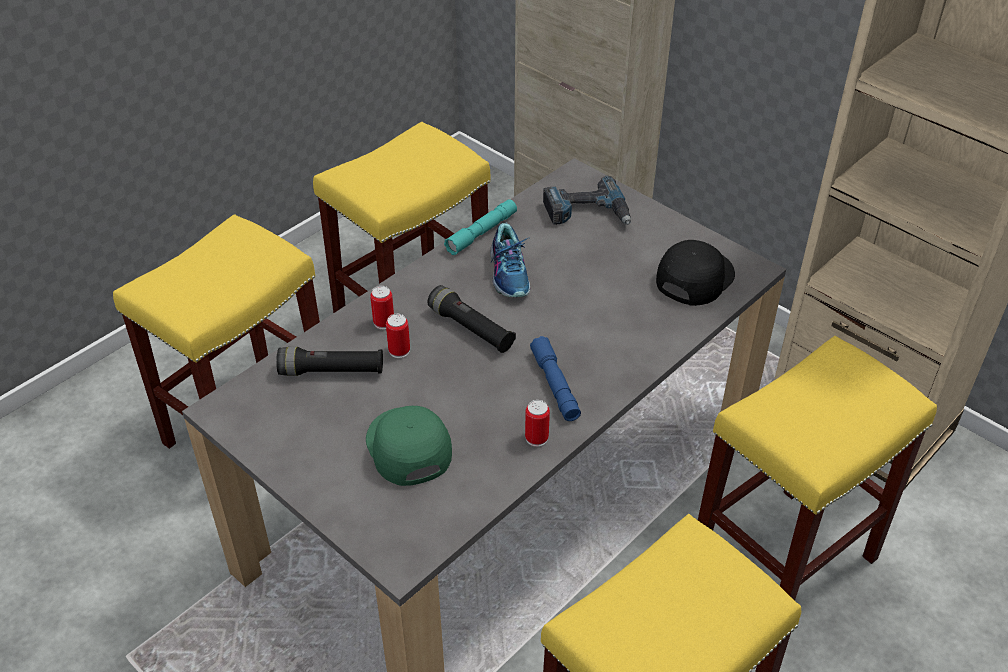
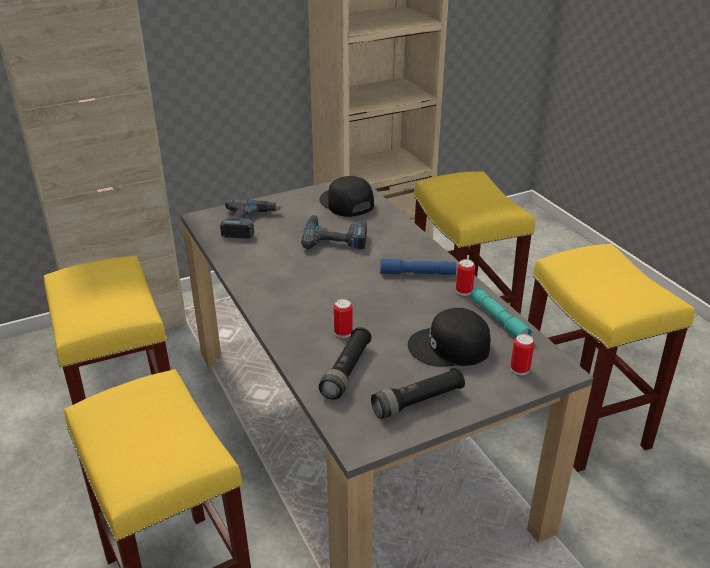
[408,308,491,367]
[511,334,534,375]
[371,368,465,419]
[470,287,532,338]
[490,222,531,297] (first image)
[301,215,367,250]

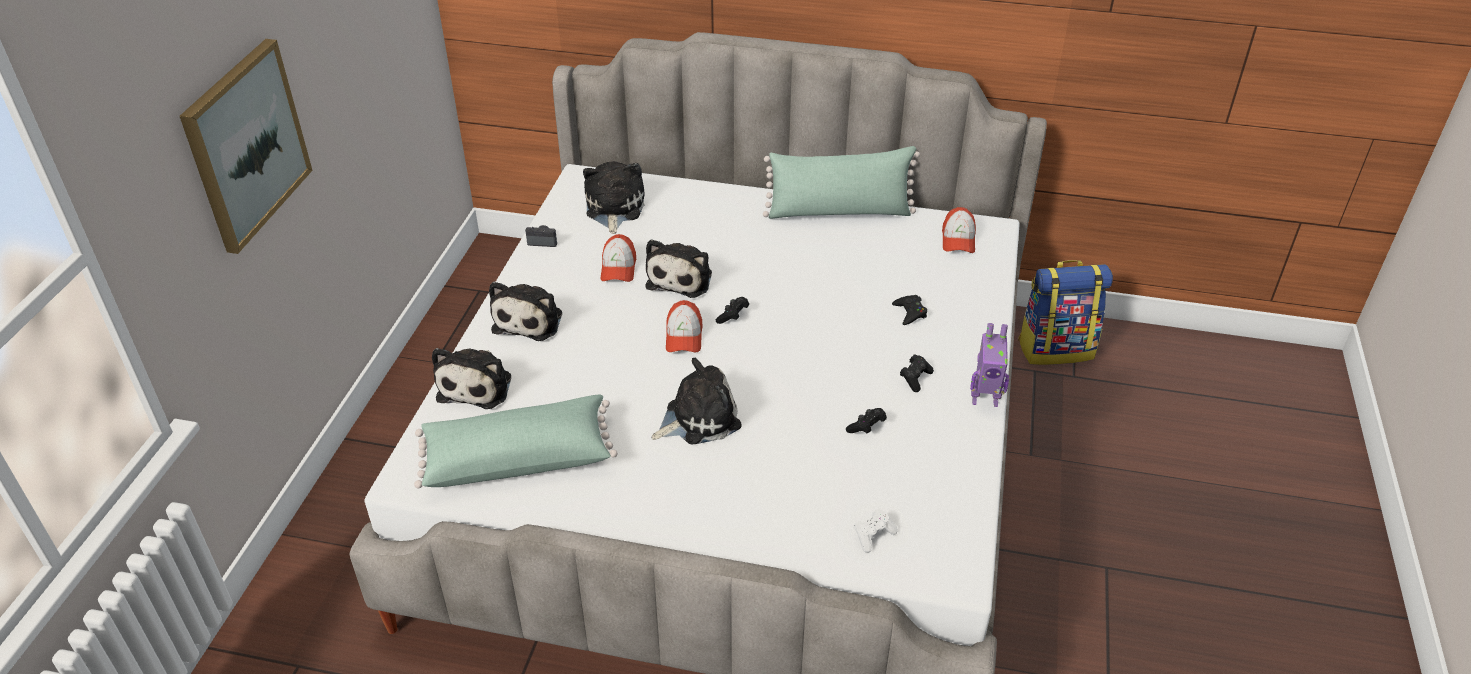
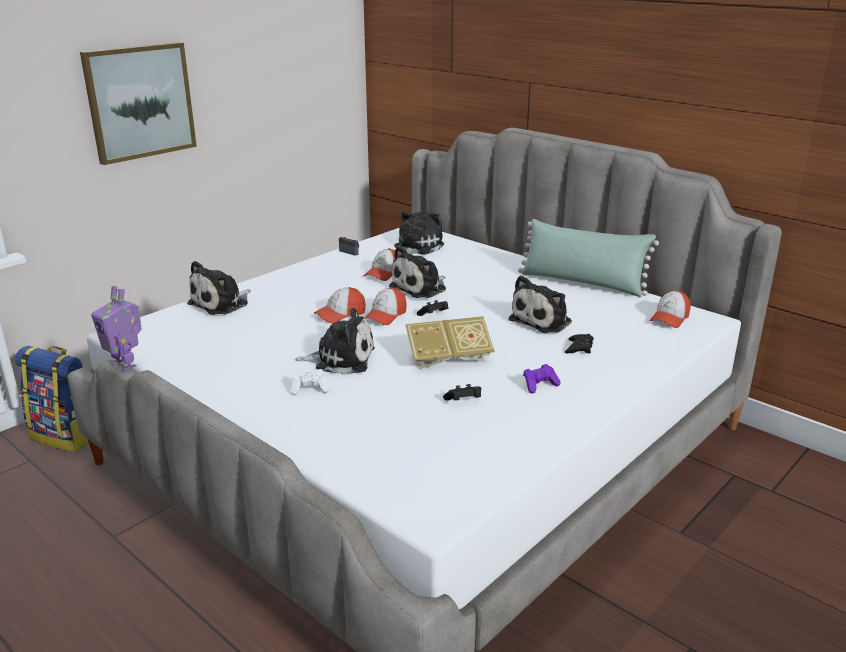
[414,395,618,489] (first image)
[509,275,572,333]
[291,369,329,395]
[523,364,561,393]
[91,286,142,372]
[15,346,89,452]
[314,287,366,323]
[405,316,495,369]

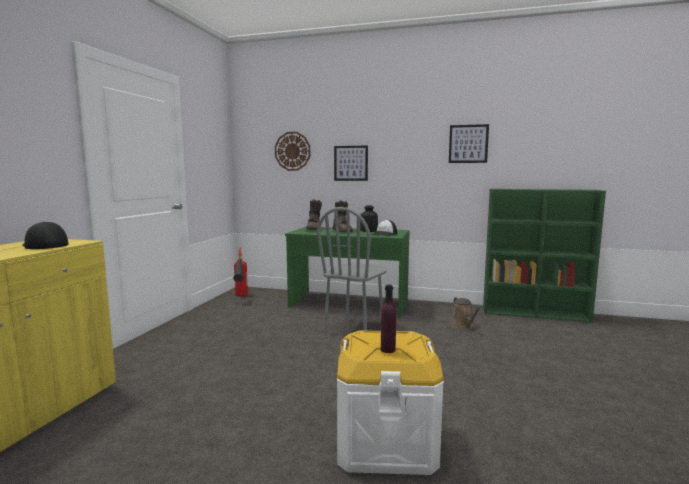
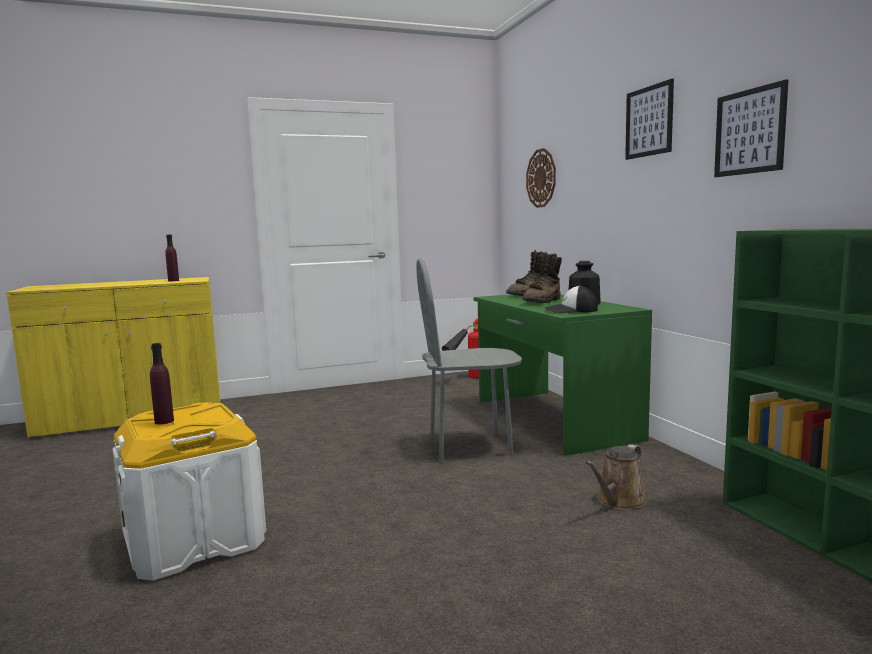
[165,235,179,281]
[625,79,674,160]

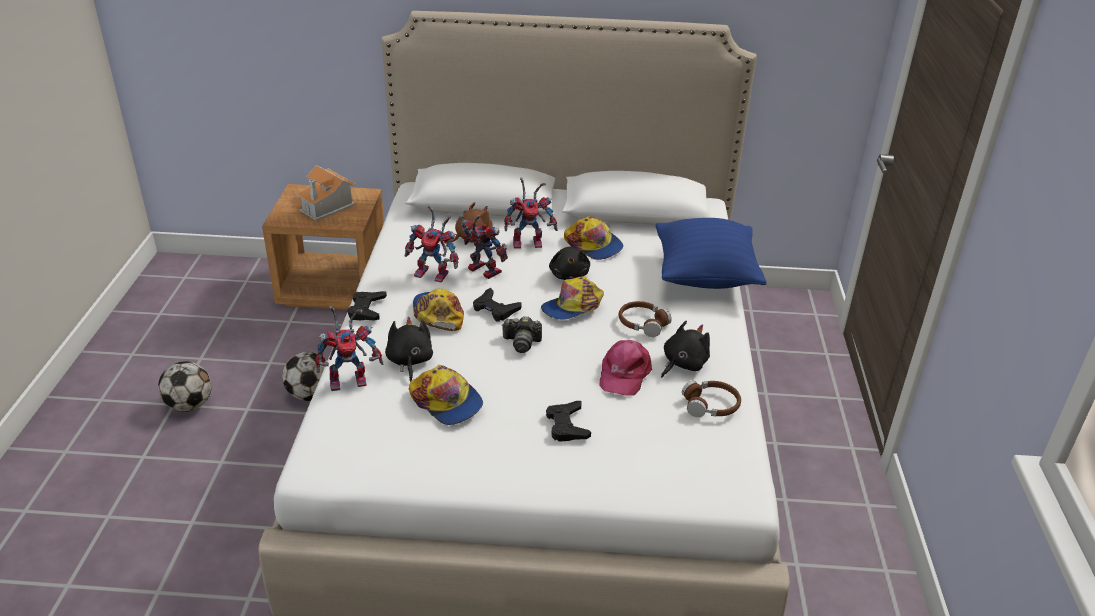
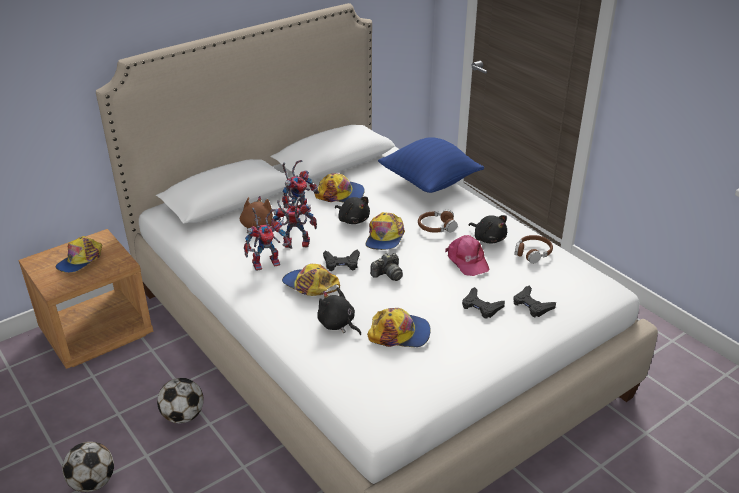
[56,236,102,273]
[315,306,384,391] (first image)
[513,285,556,317]
[469,215,507,244]

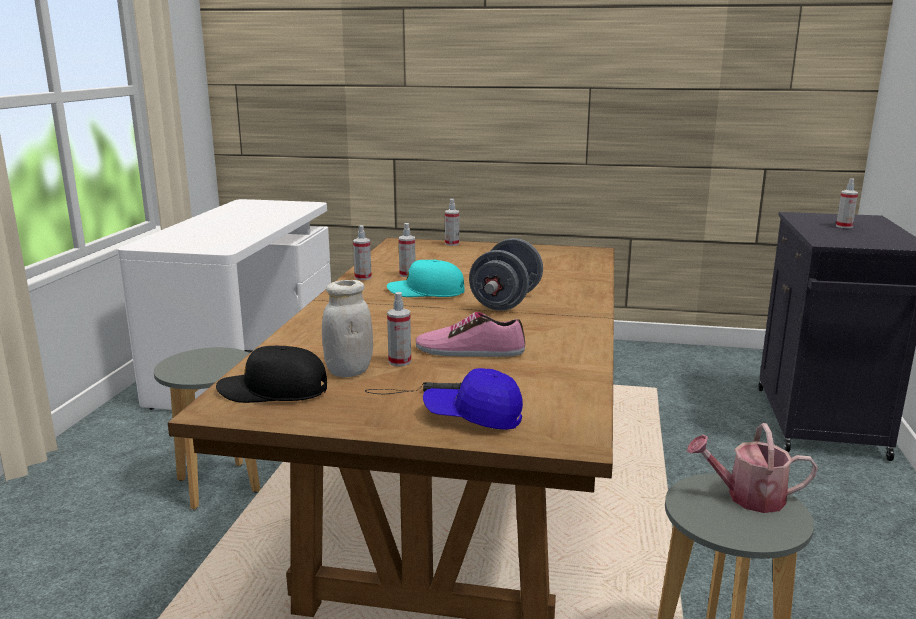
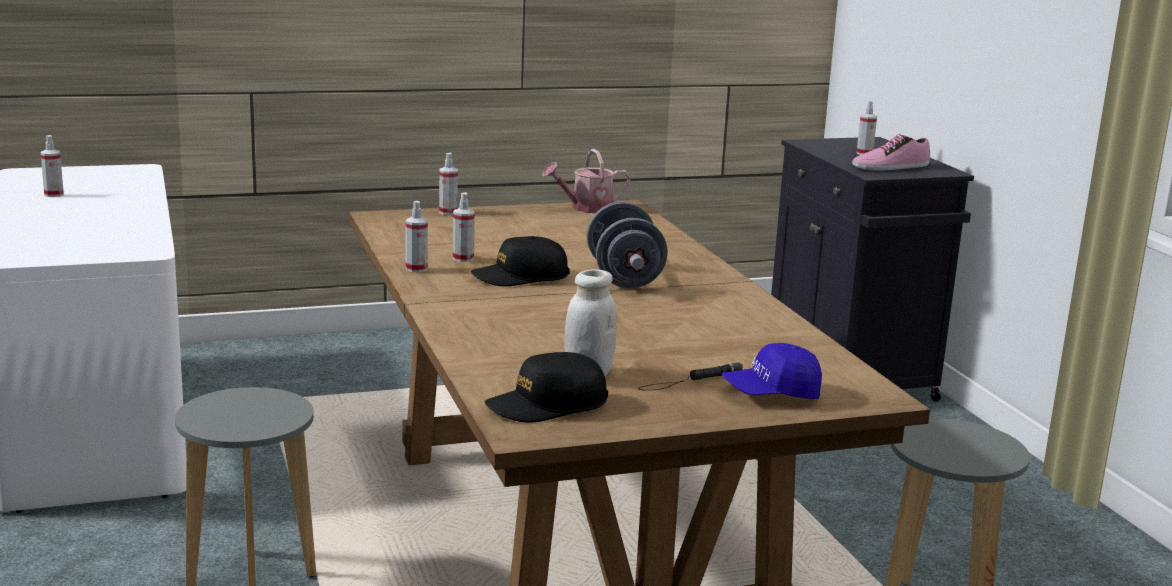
[471,236,570,286]
[41,135,64,197]
[852,134,930,171]
[542,149,631,213]

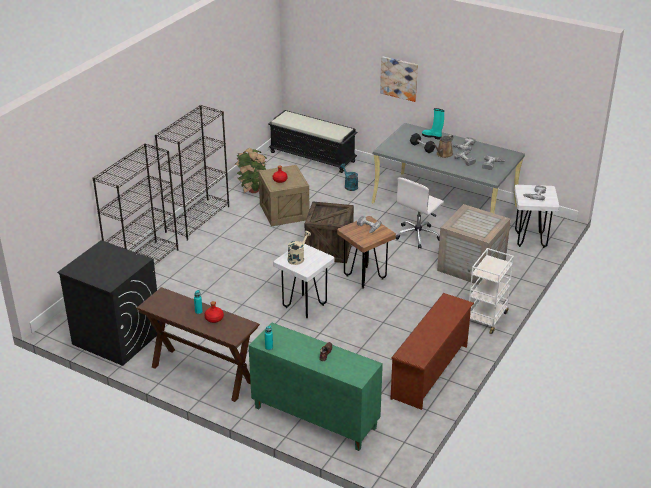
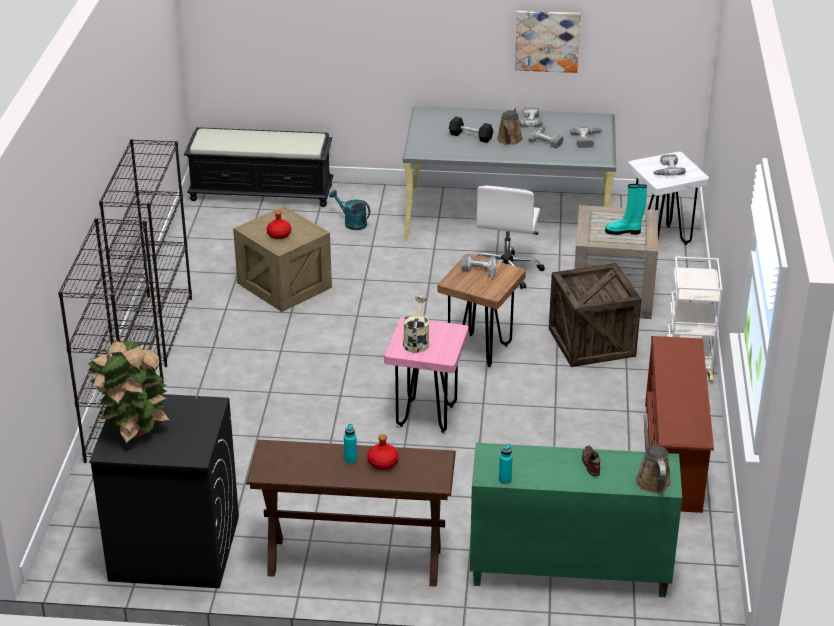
[88,341,171,444]
[384,317,469,433]
[549,263,641,367]
[515,11,581,73]
[605,184,647,235]
[636,415,671,493]

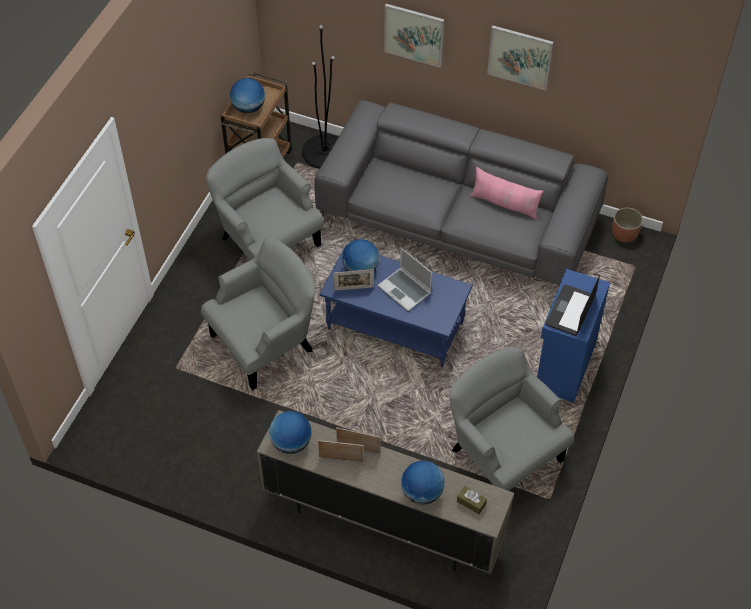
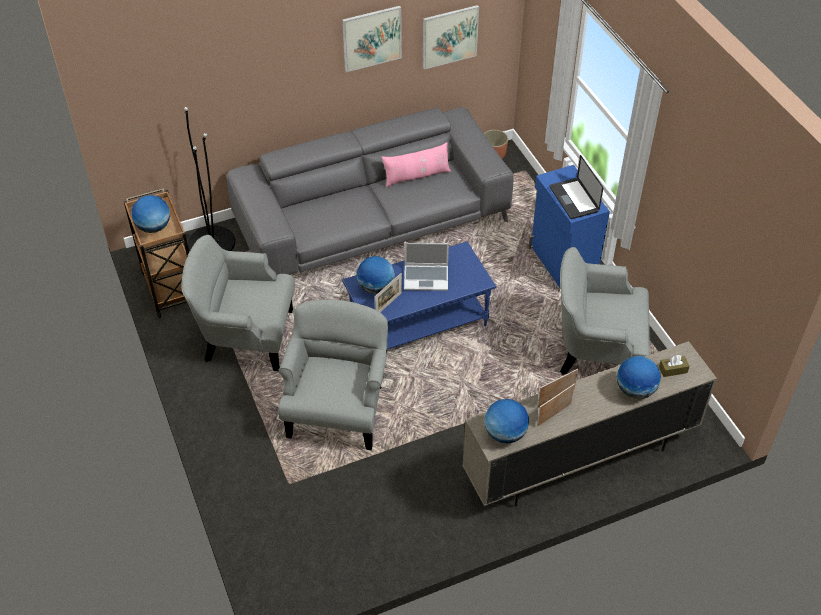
[423,5,479,70]

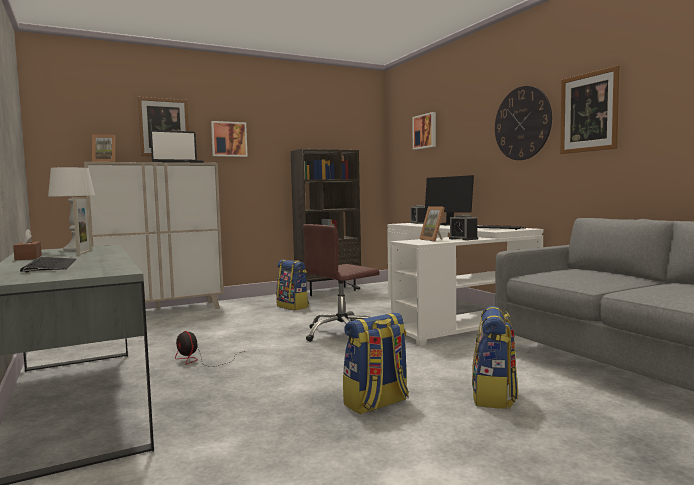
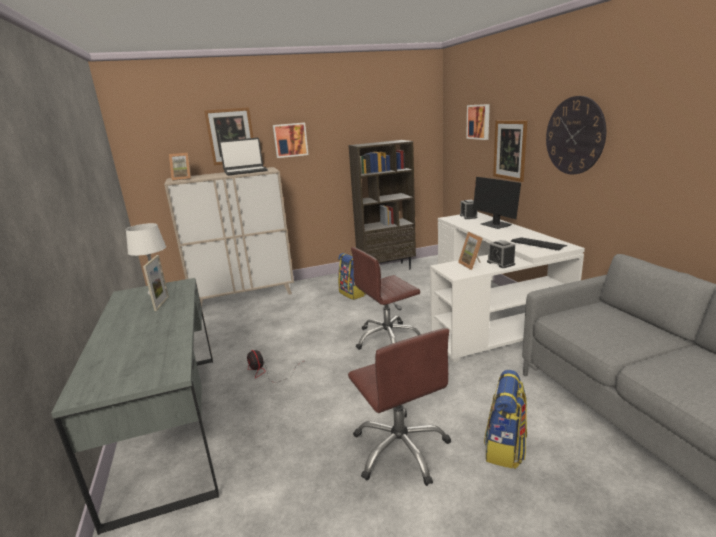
[13,229,42,260] (first image)
[20,257,77,272] (first image)
[348,328,451,486]
[493,120,527,182]

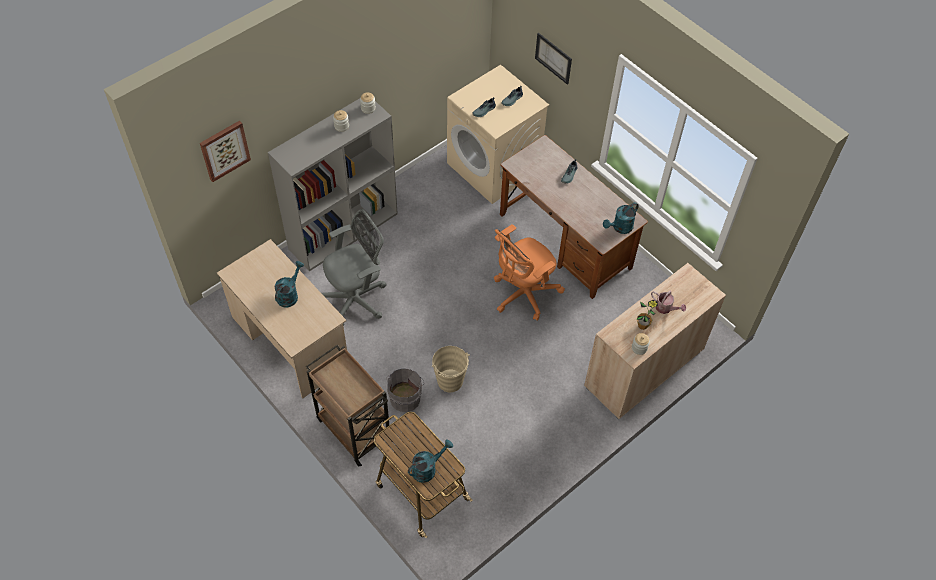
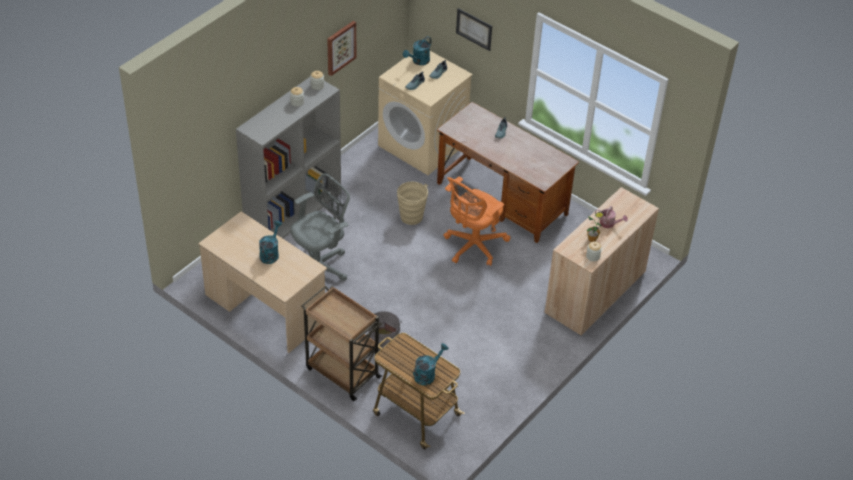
[327,21,356,76]
[397,182,428,225]
[403,36,431,65]

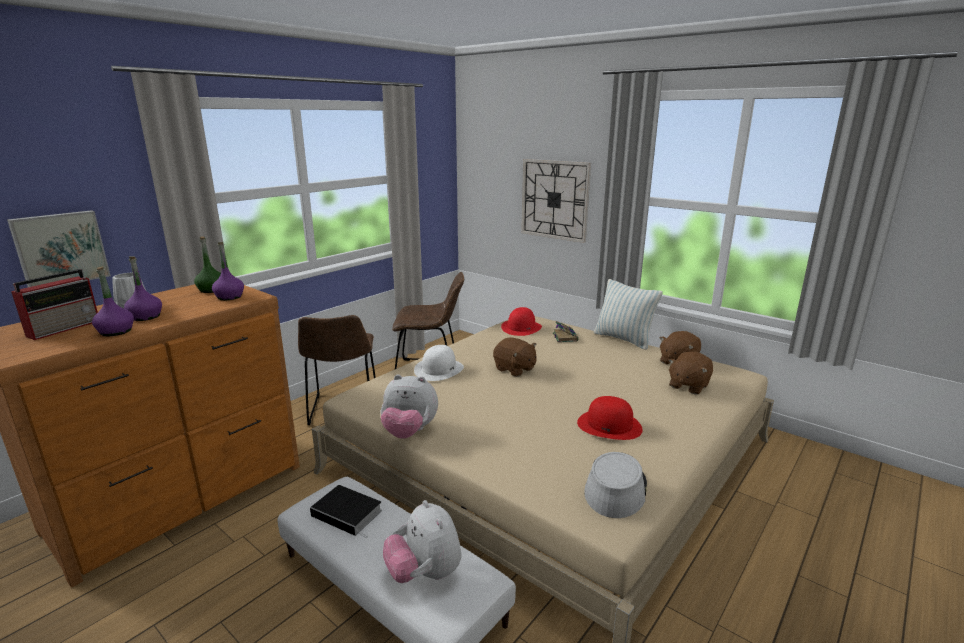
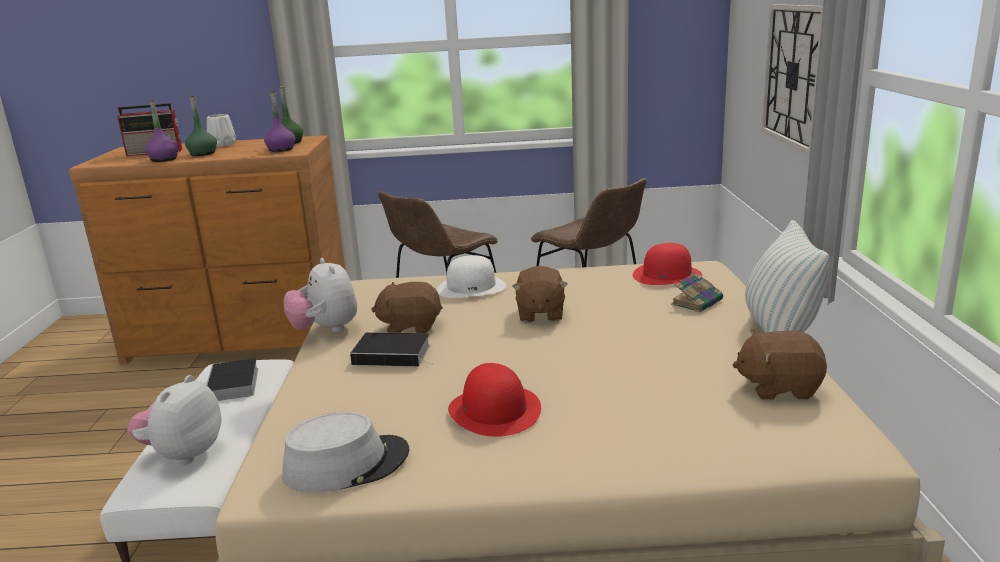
[7,210,111,287] (first image)
[185,95,217,156]
[371,282,442,333]
[350,332,432,366]

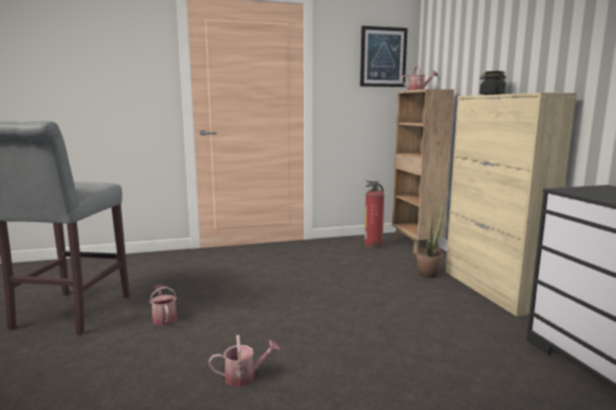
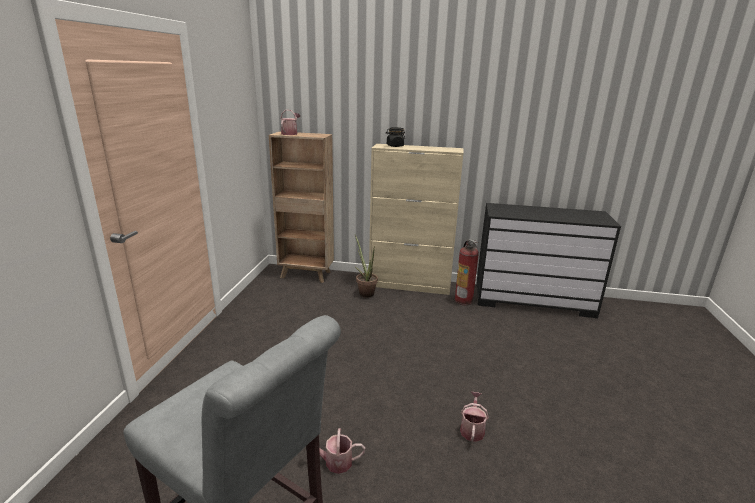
[360,26,408,87] (first image)
[454,239,479,306]

